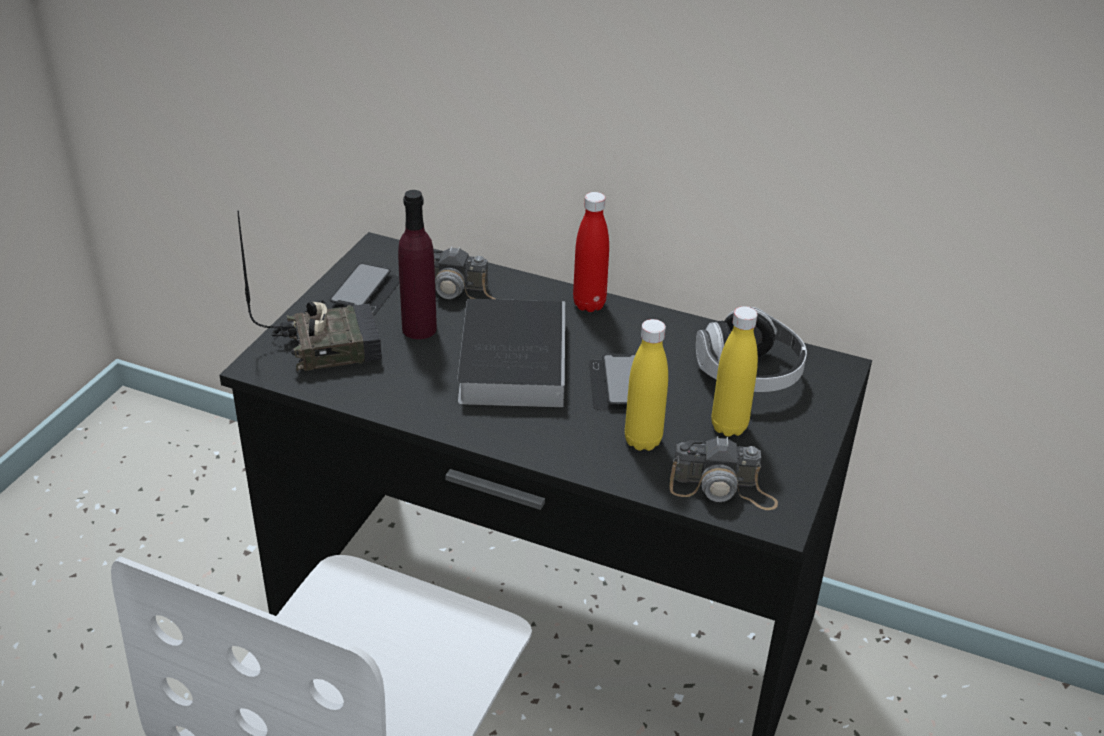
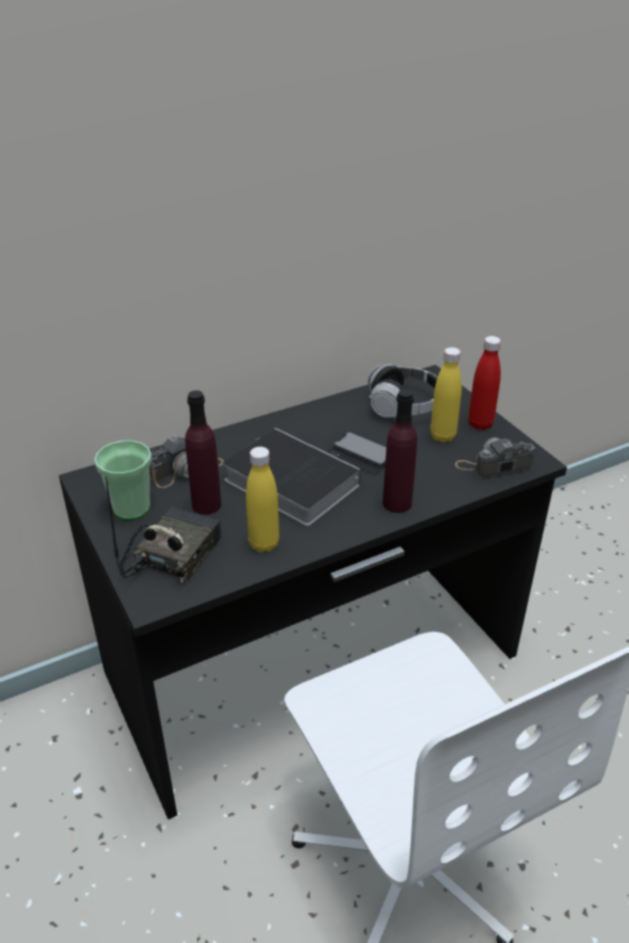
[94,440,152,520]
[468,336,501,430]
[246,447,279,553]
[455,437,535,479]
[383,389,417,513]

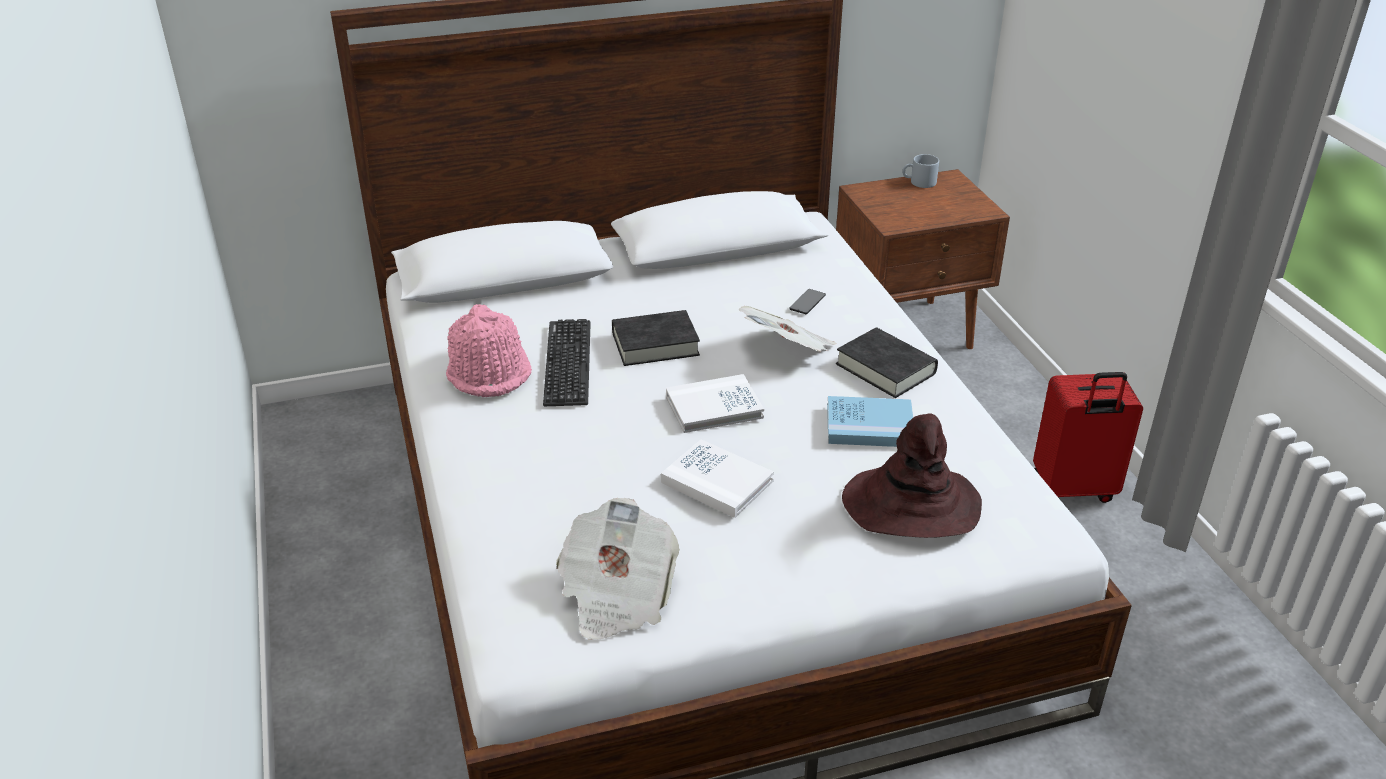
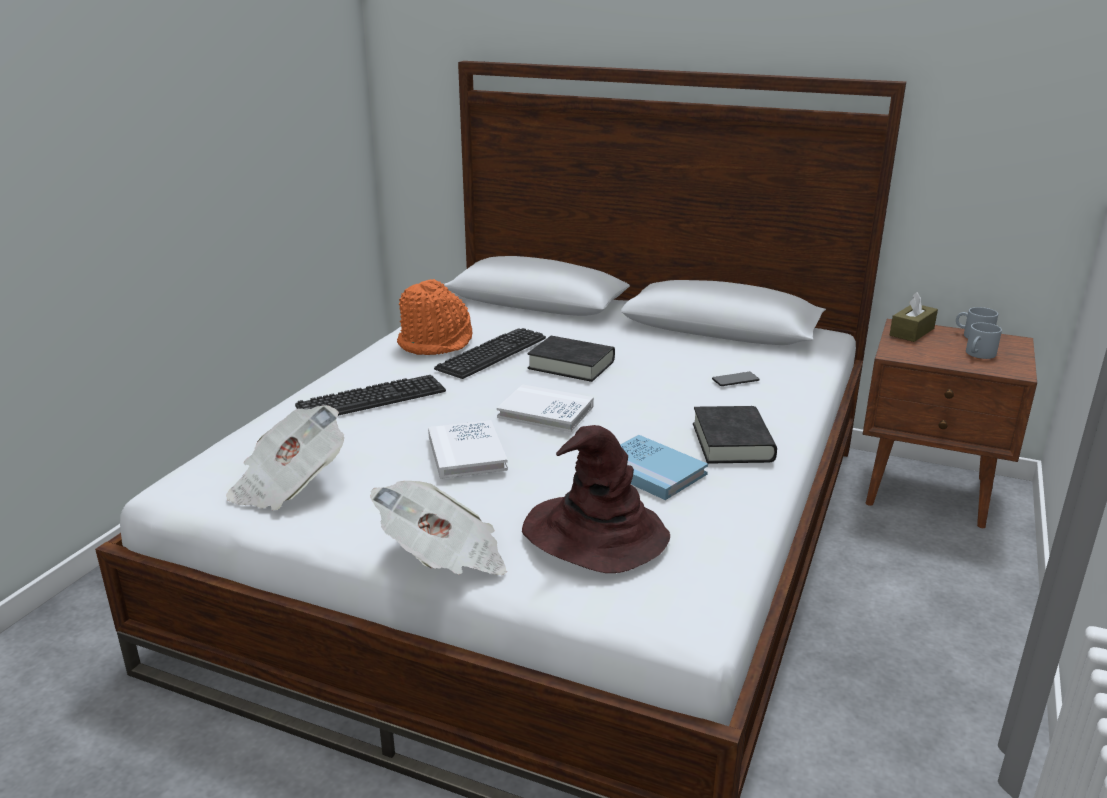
[397,279,473,355]
[370,481,507,575]
[1033,372,1143,503] (first image)
[295,375,446,416]
[890,292,938,342]
[966,322,1002,359]

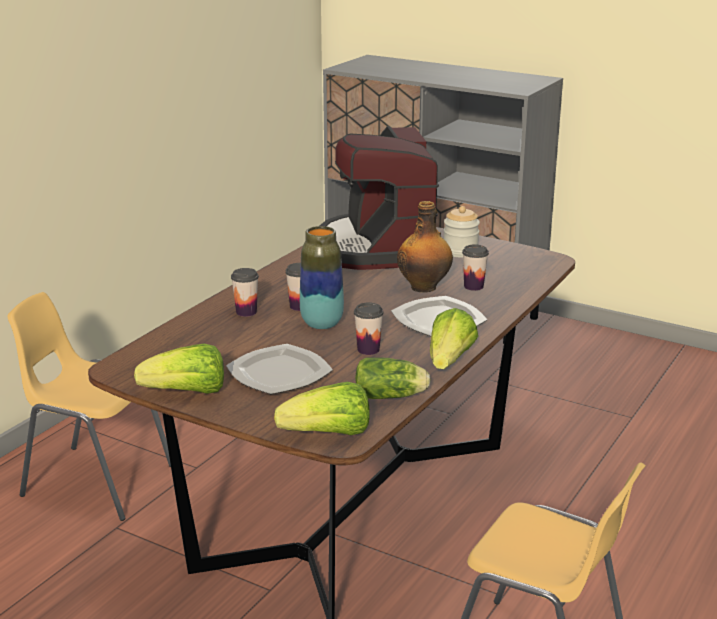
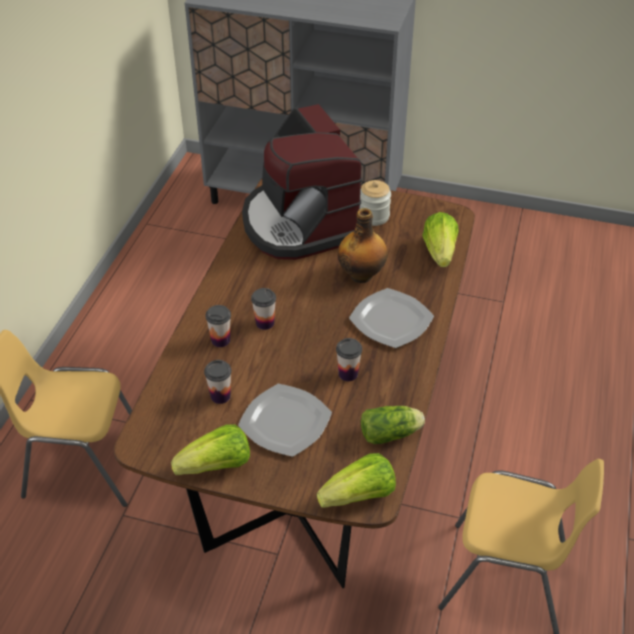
[300,226,344,329] (first image)
[422,212,459,267]
[204,360,231,404]

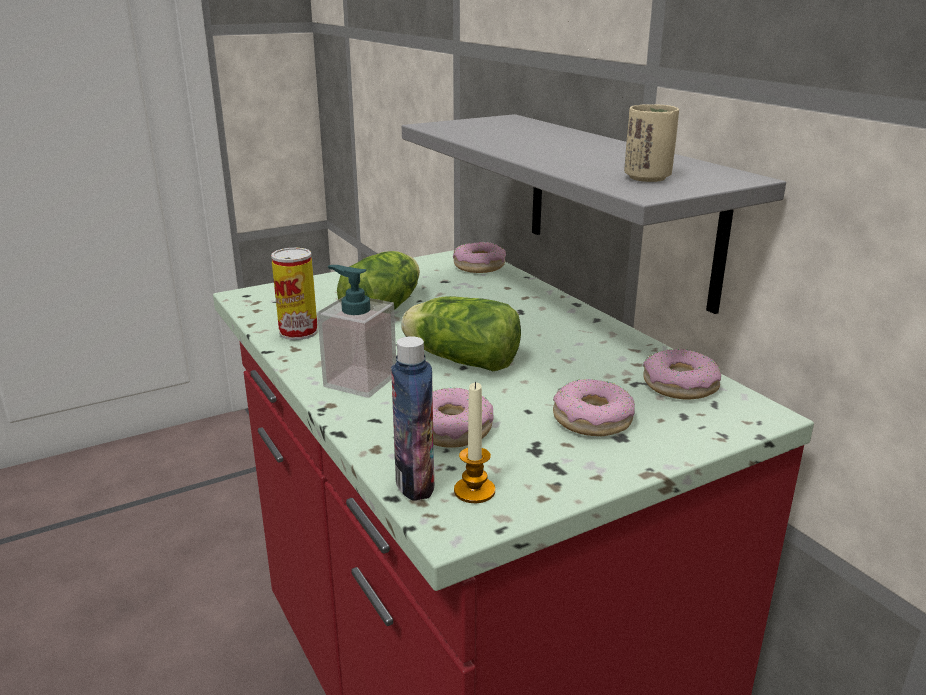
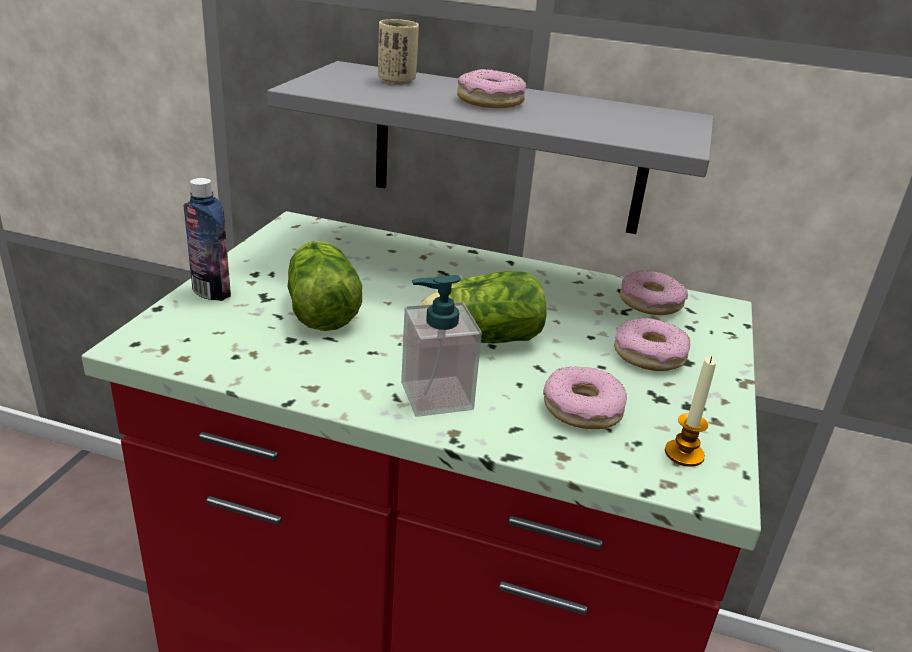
[271,248,318,340] (first image)
[184,178,231,301]
[457,69,527,108]
[378,19,419,85]

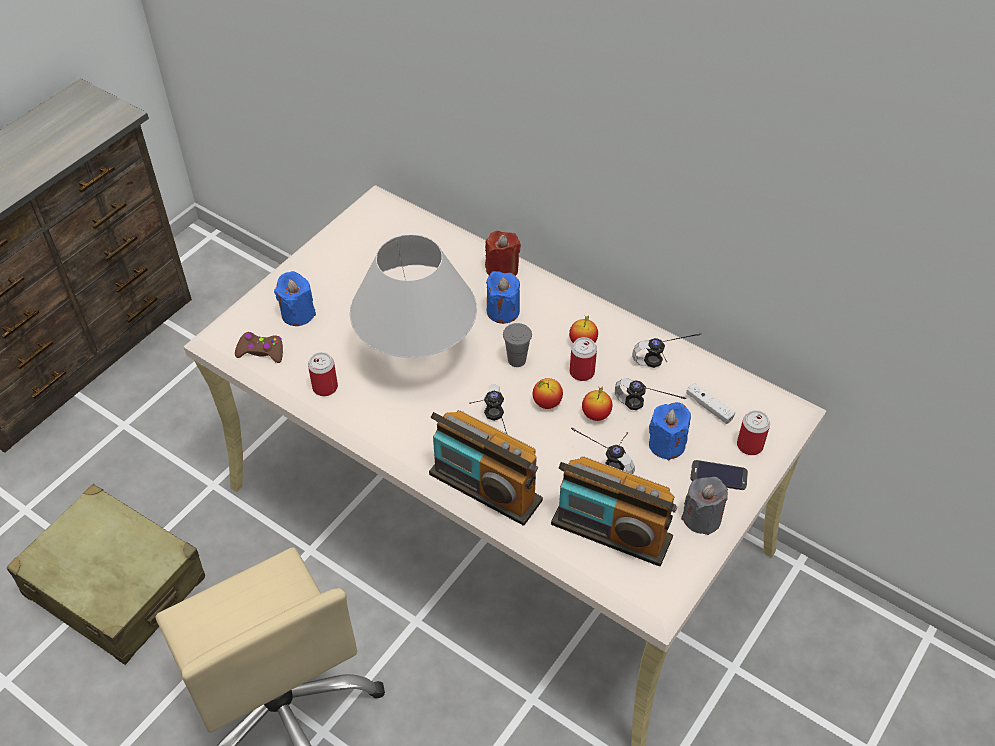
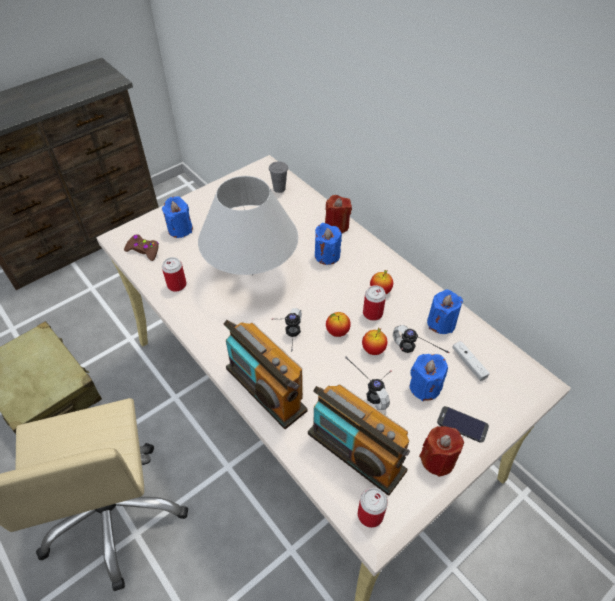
[269,161,288,193]
[427,289,463,334]
[419,426,464,477]
[358,488,388,528]

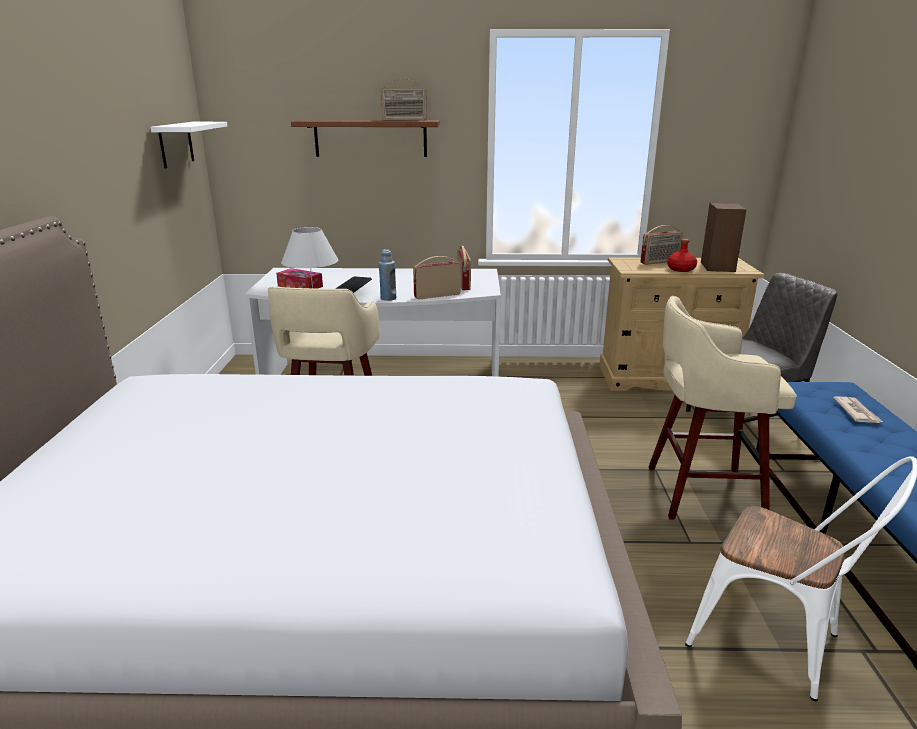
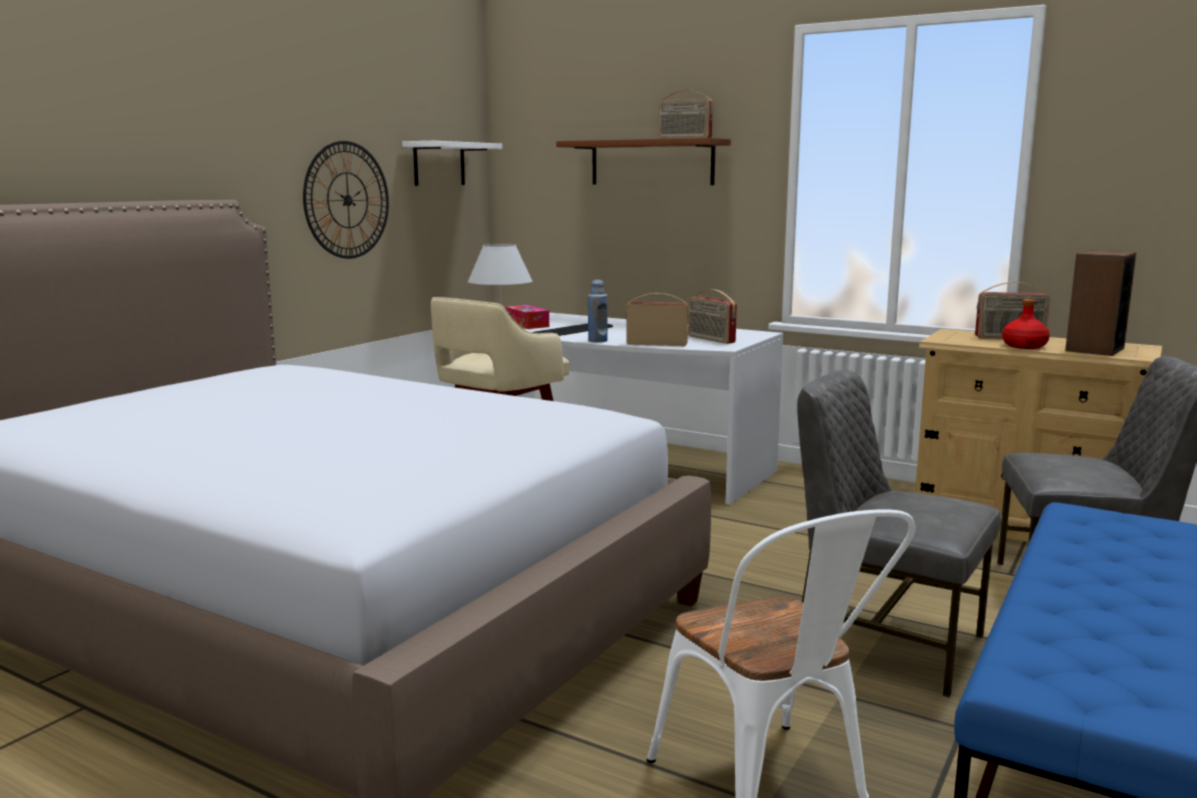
[688,289,737,344]
[797,370,1001,698]
[833,397,883,423] (first image)
[303,141,389,259]

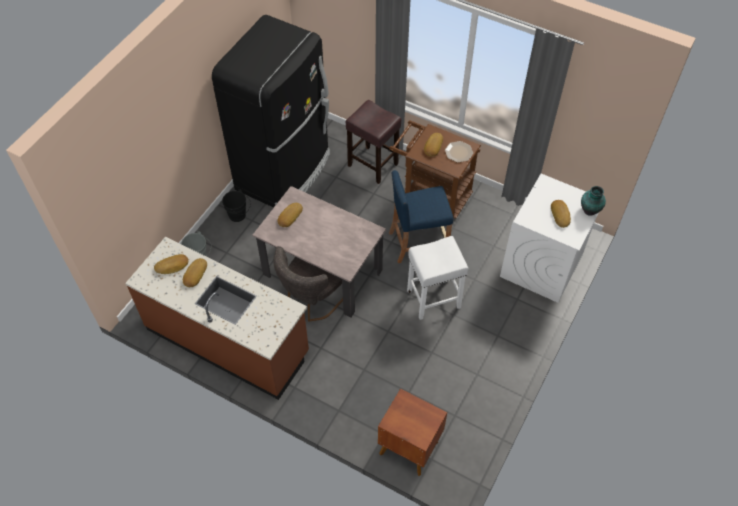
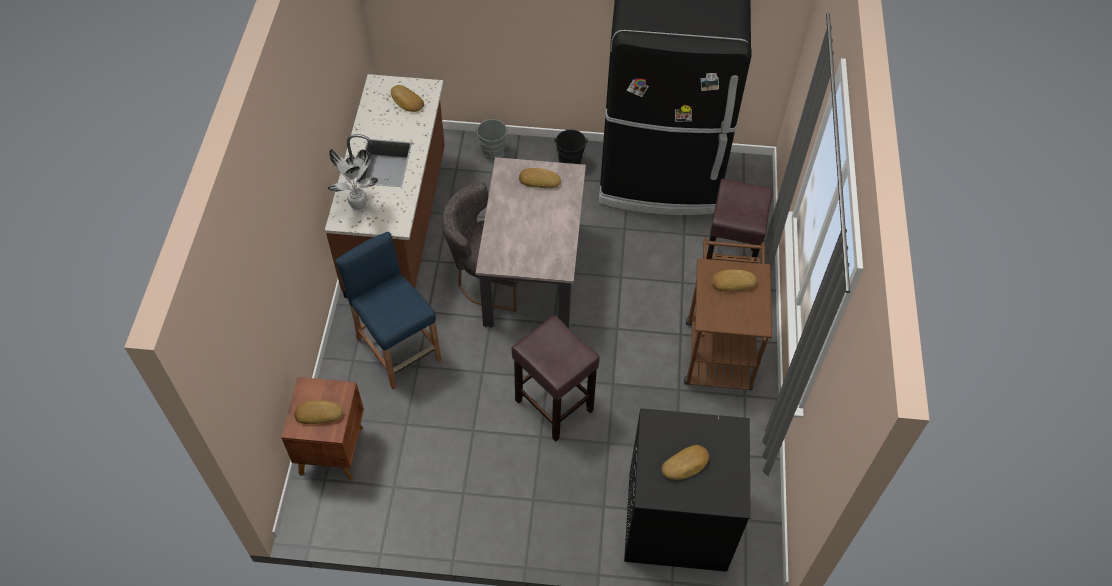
[294,400,343,424]
[335,232,441,389]
[511,315,600,441]
[445,141,473,162] (first image)
[624,408,751,572]
[581,186,606,216] (first image)
[327,149,378,210]

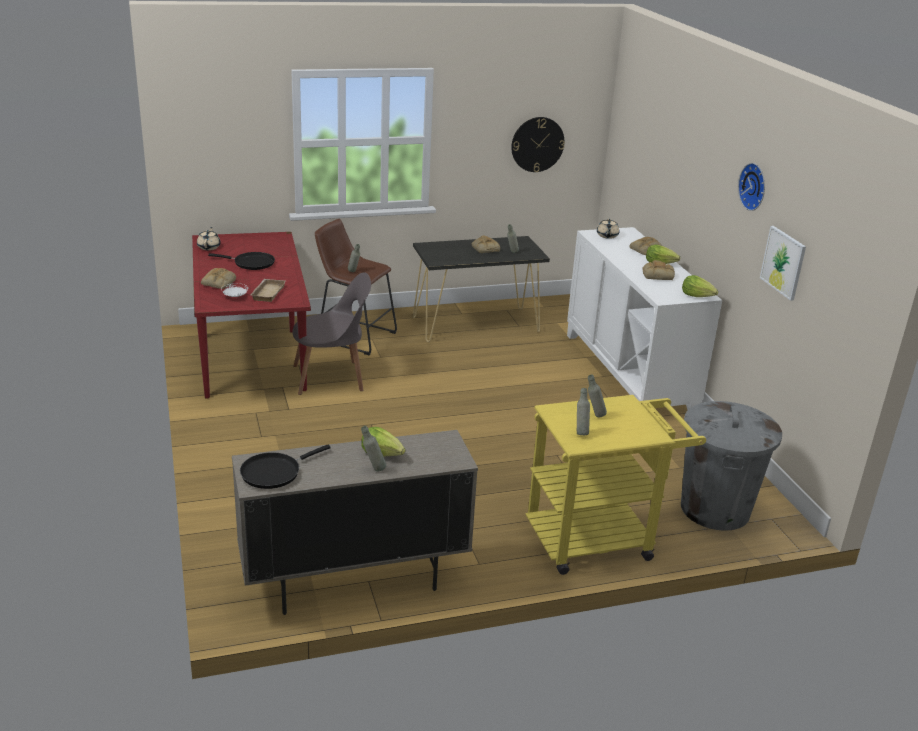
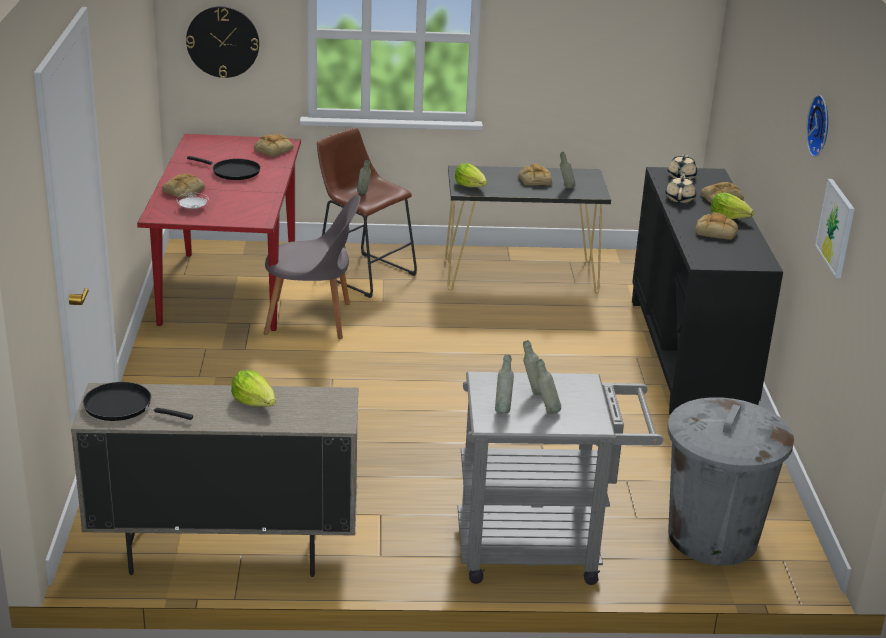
[665,172,696,203]
[83,382,193,421]
[251,279,286,302] (first image)
[536,359,561,414]
[186,6,259,78]
[457,372,663,585]
[632,167,783,414]
[455,163,487,187]
[254,134,294,157]

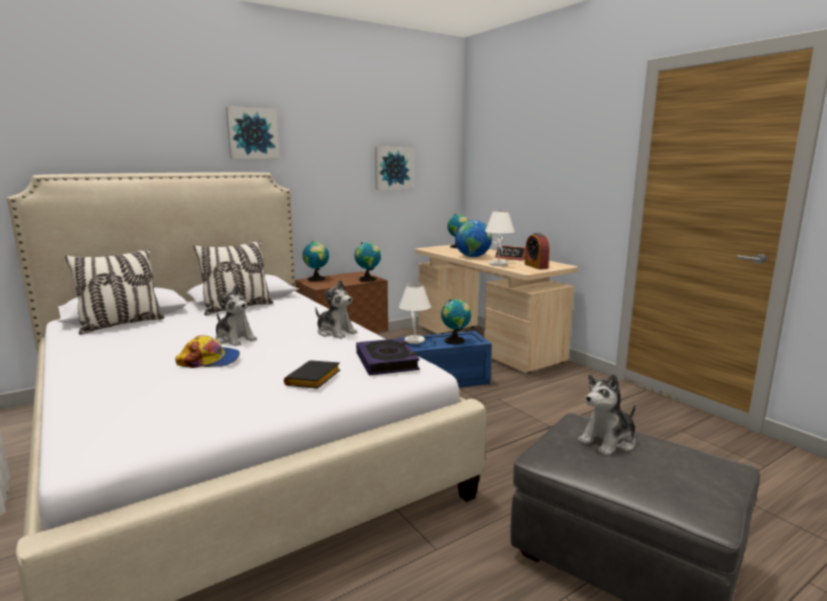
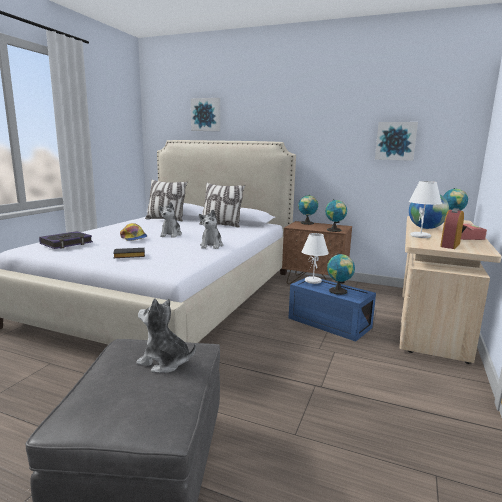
[191,98,220,131]
[39,231,93,249]

